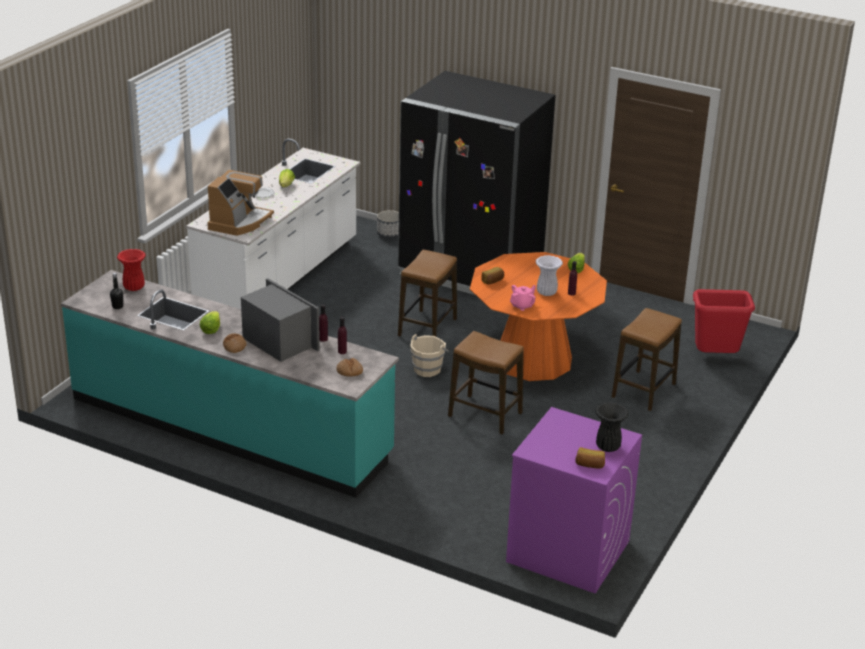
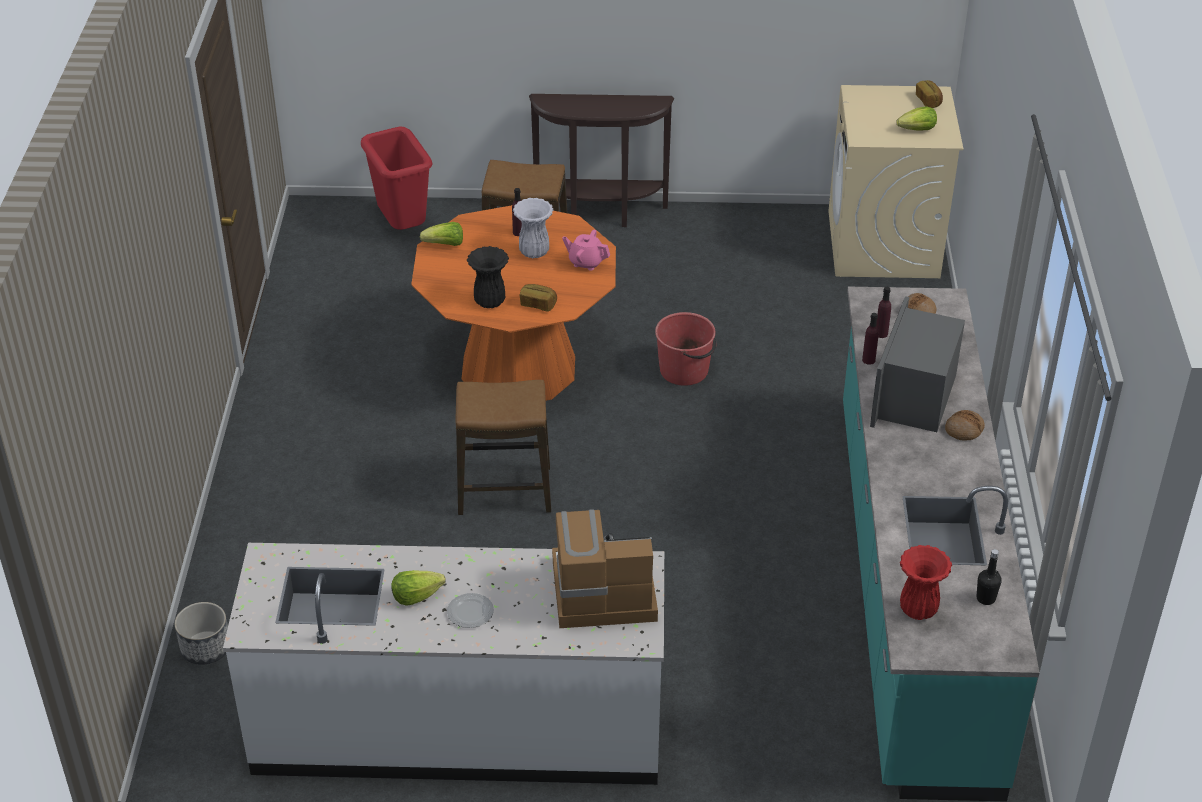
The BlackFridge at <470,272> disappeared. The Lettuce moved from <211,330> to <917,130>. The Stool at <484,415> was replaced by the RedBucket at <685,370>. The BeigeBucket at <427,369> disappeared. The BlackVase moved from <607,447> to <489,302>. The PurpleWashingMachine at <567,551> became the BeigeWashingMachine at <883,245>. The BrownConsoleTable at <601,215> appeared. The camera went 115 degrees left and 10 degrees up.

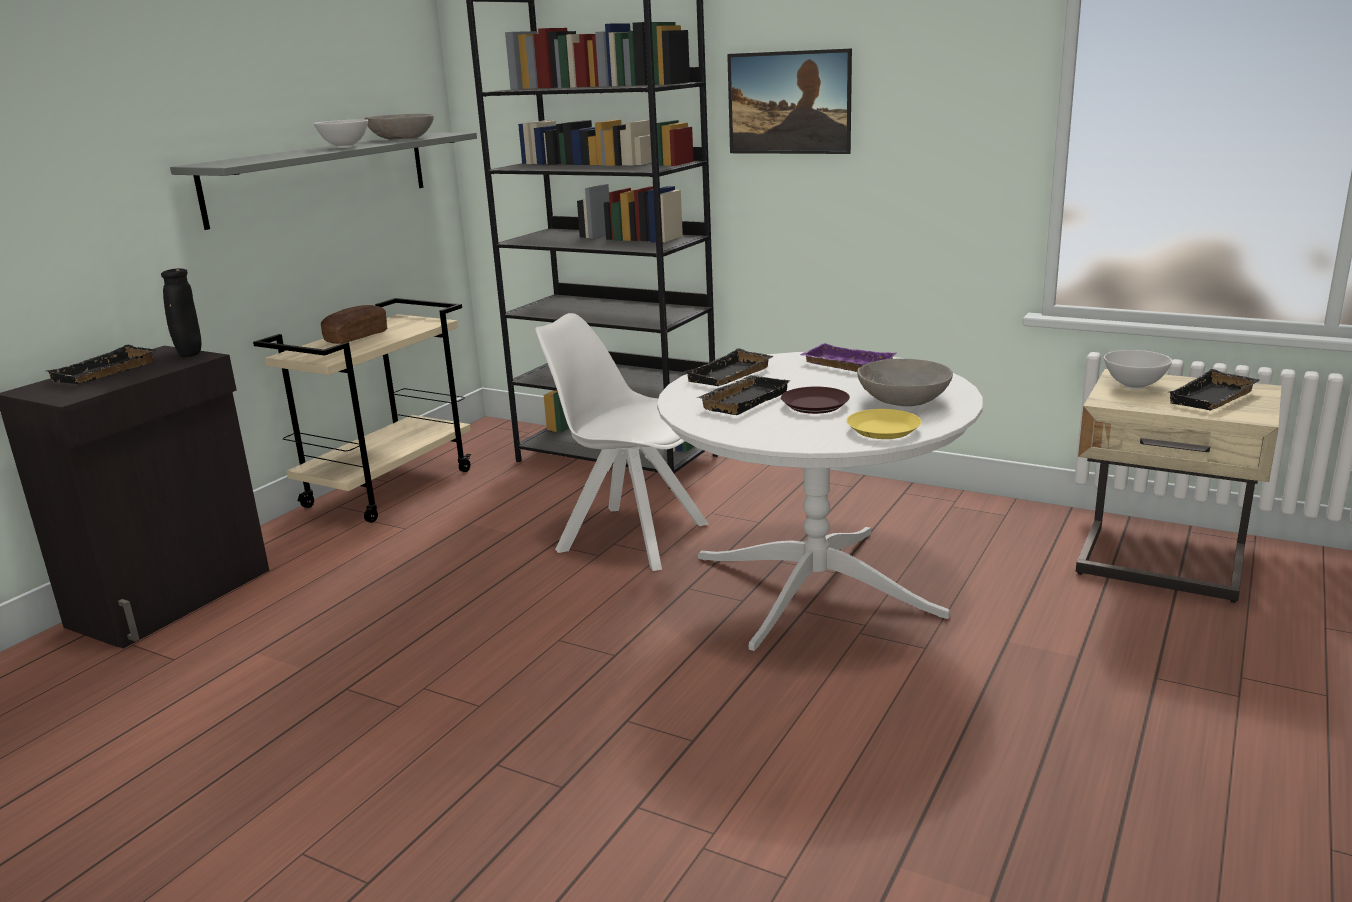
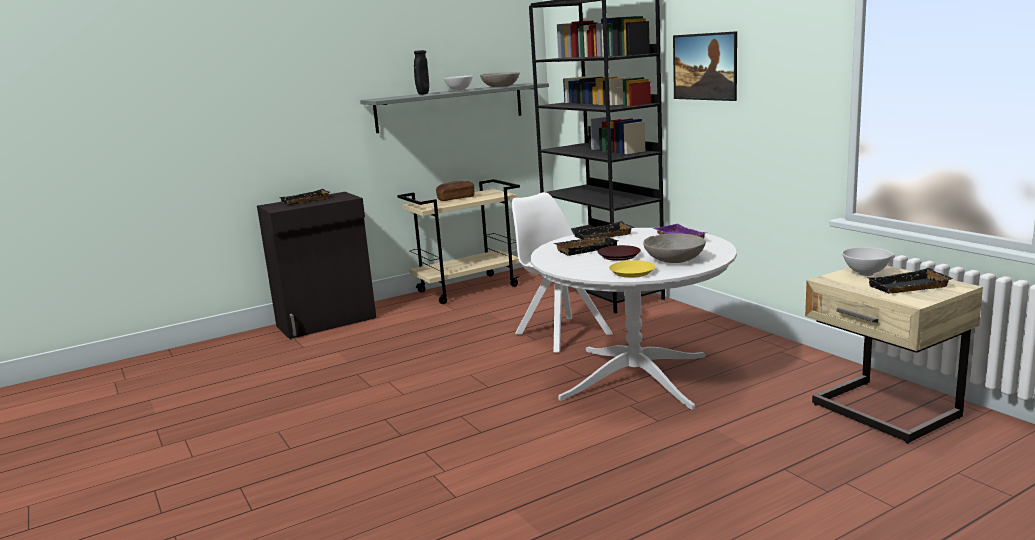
The BlackVase moved from <190,355> to <423,94>. The camera went 30 degrees right and 5 degrees down.

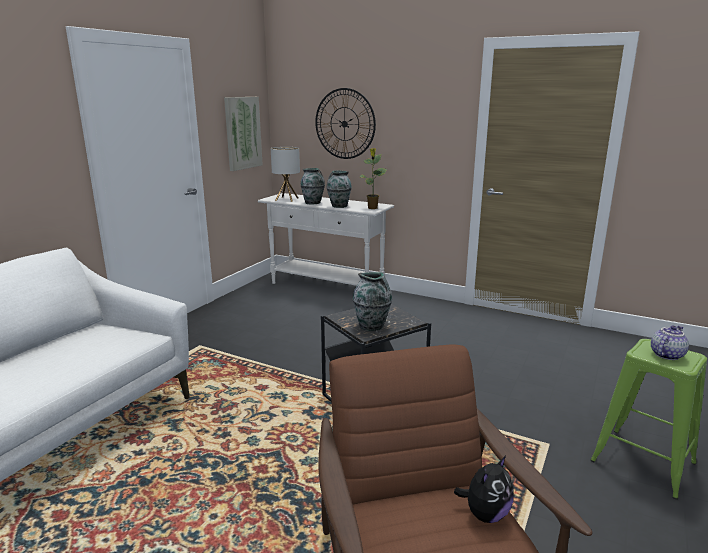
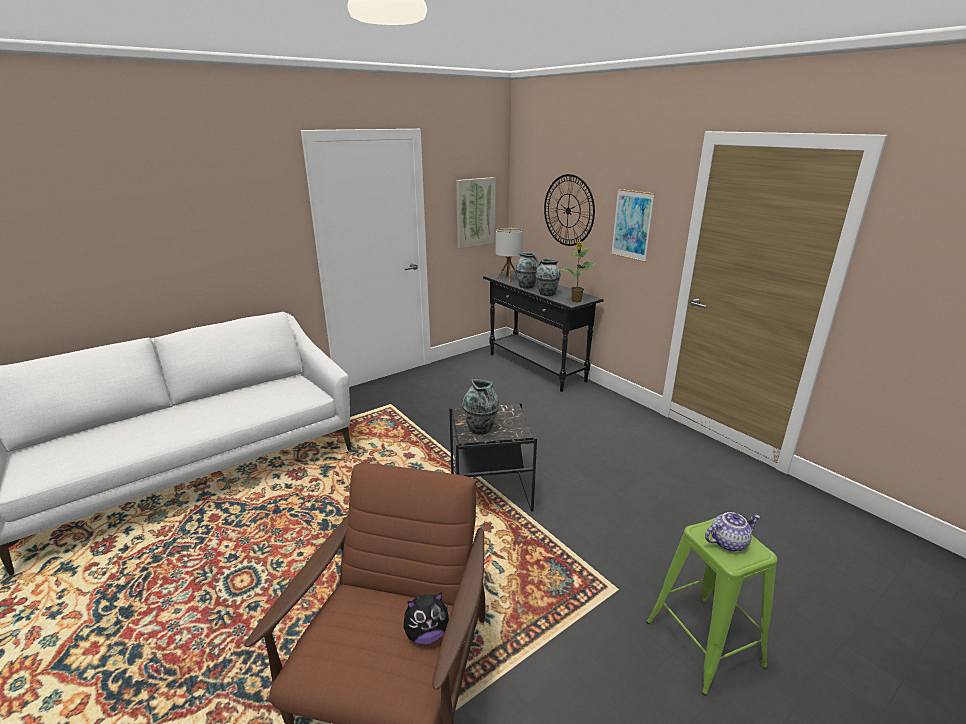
The WhiteConsoleTable at <326,287> became the BlackConsoleTable at <536,367>. The Picture at <632,225> appeared. The camera went 25 degrees right and 5 degrees up.

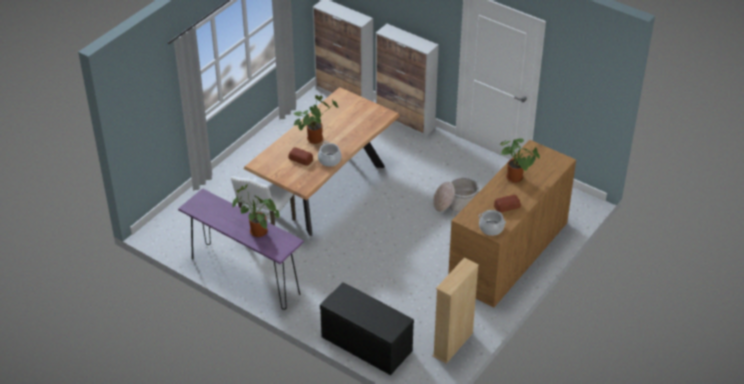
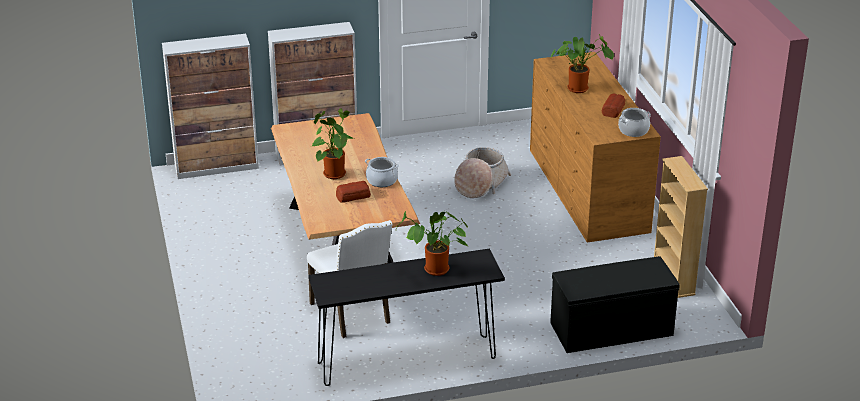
The PurpleConsoleTable at <245,276> became the BlackConsoleTable at <407,361>. The camera went 50 degrees left and 10 degrees down.

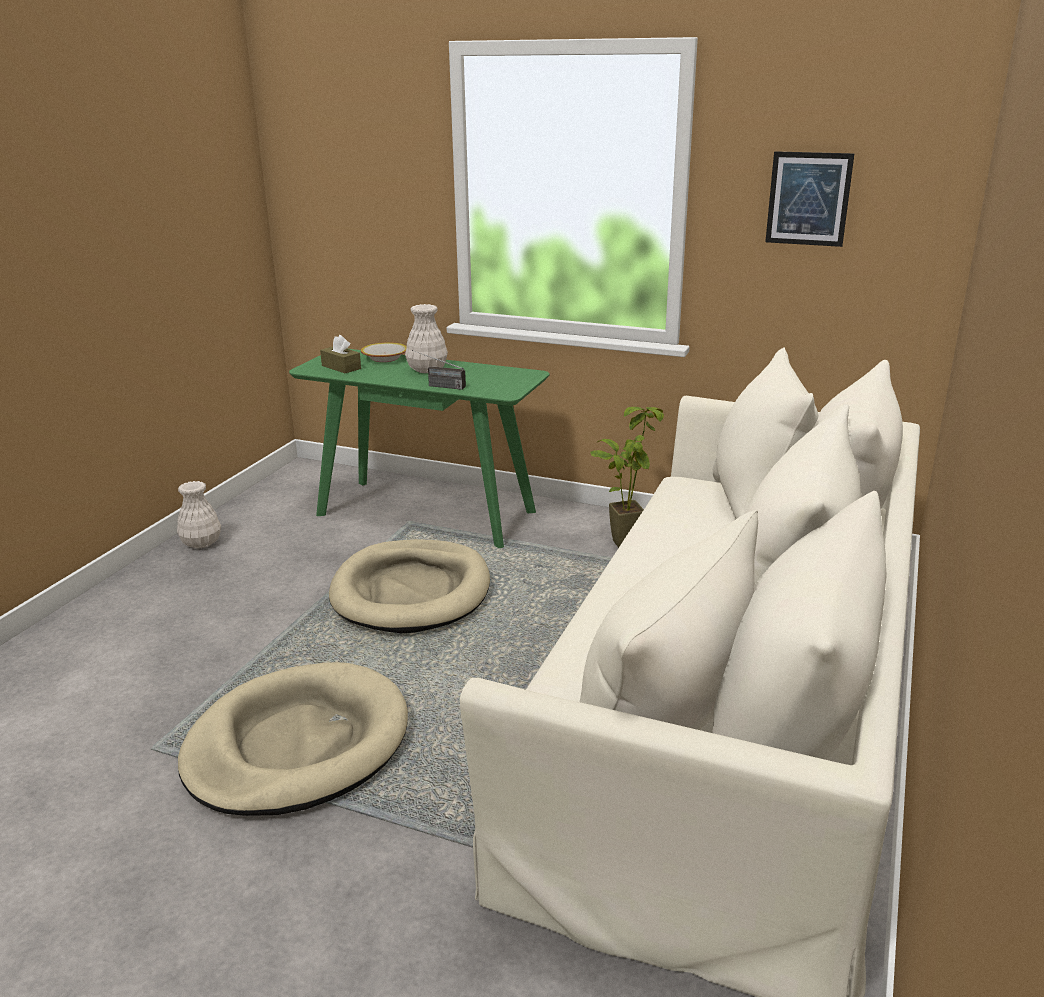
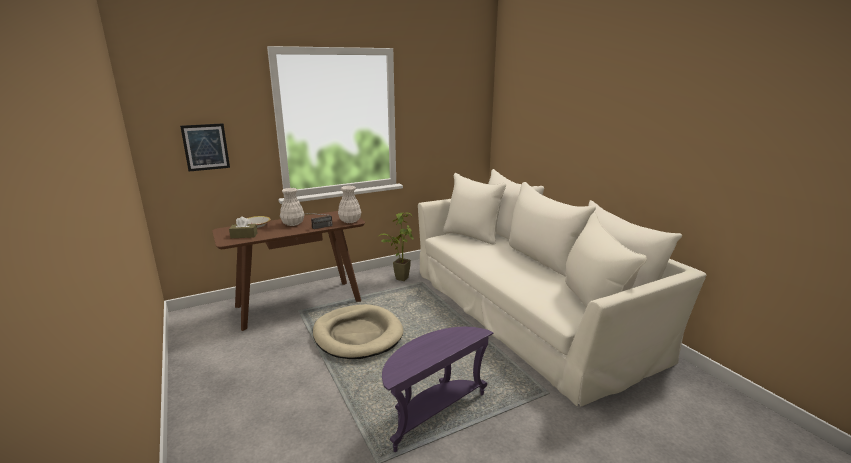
The Picture moved from <808,199> to <205,147>. The GreenConsoleTable at <427,513> became the BrownConsoleTable at <299,304>. The WhiteVase moved from <202,543> to <350,221>. The BeigeDogBed at <297,745> was replaced by the PurpleSideTable at <432,413>. The camera went 50 degrees left and 5 degrees down.

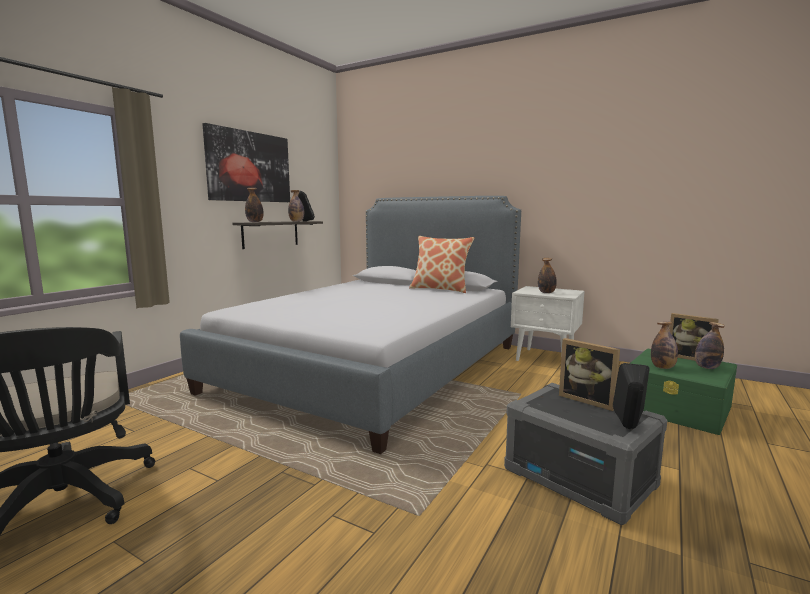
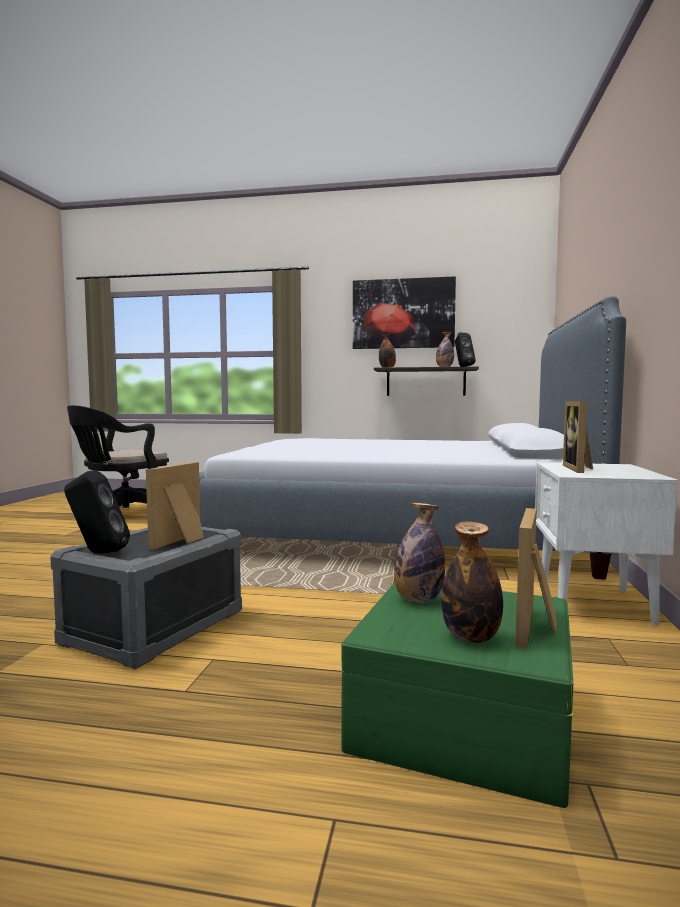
The Pillow at <440,289> disappeared. The Bottle at <546,292> was replaced by the PictureFrame at <580,469>. The camera went 70 degrees right and 5 degrees down.

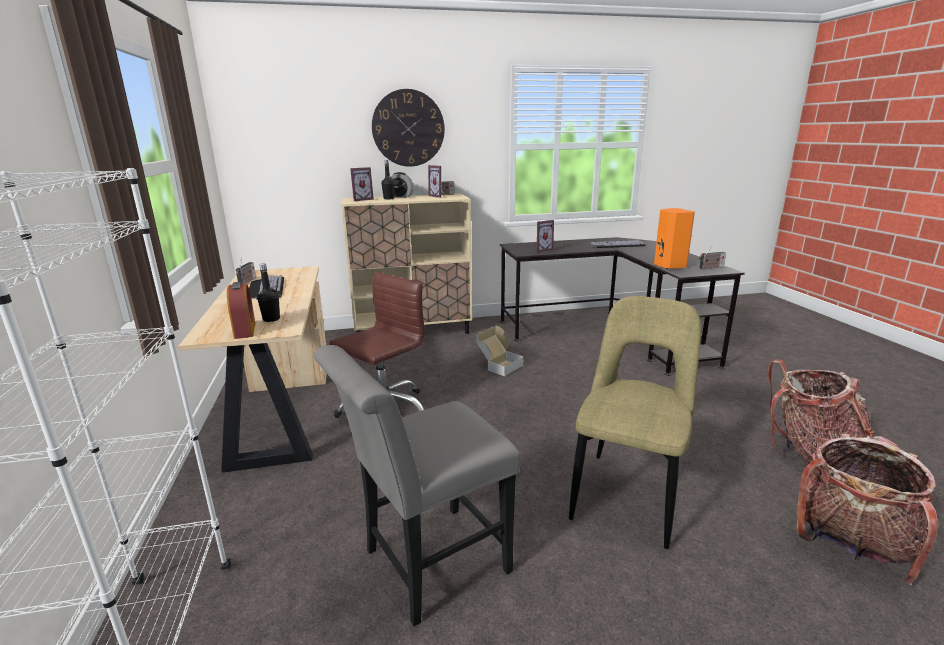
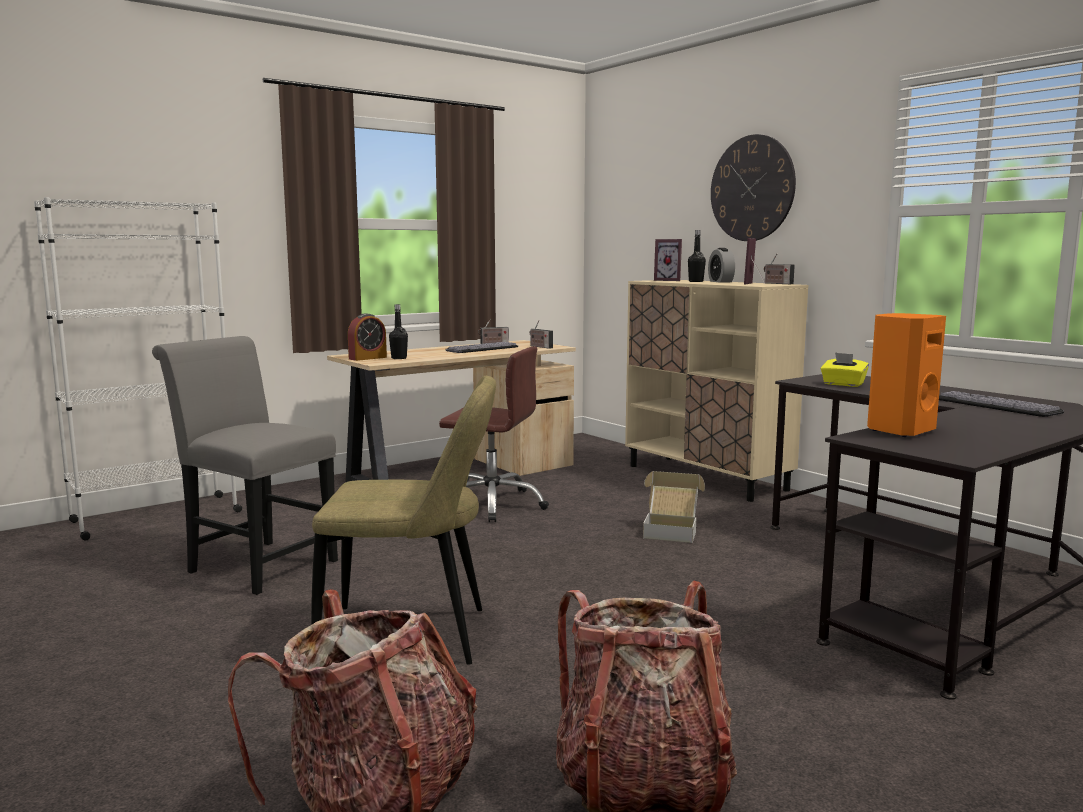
The PictureFrame at <541,250> was replaced by the YellowTissueBox at <843,384>. The Radio moved from <710,268> to <540,347>. The camera went 65 degrees right and 10 degrees down.

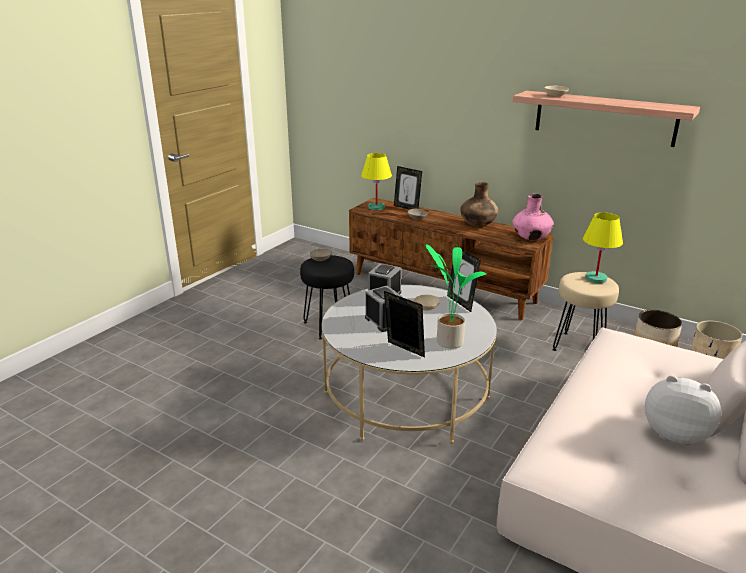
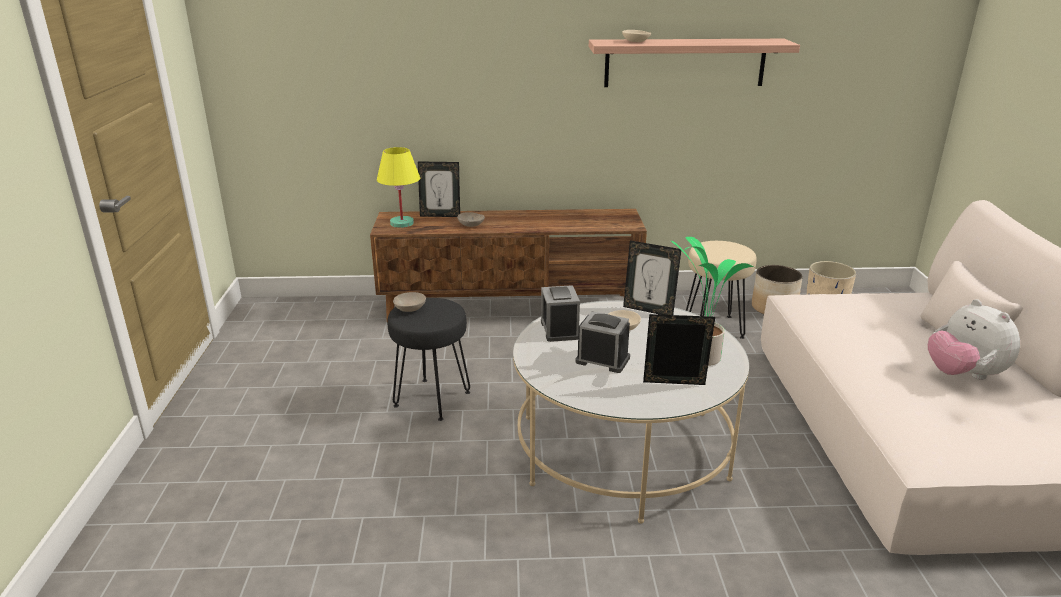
The BrownVase at <478,225> disappeared. The PinkVase at <531,238> disappeared. The YellowTableLamp at <596,278> disappeared. The PlushToy at <675,433> turned 105 degrees counterclockwise. The camera went 35 degrees left and 0 degrees up.

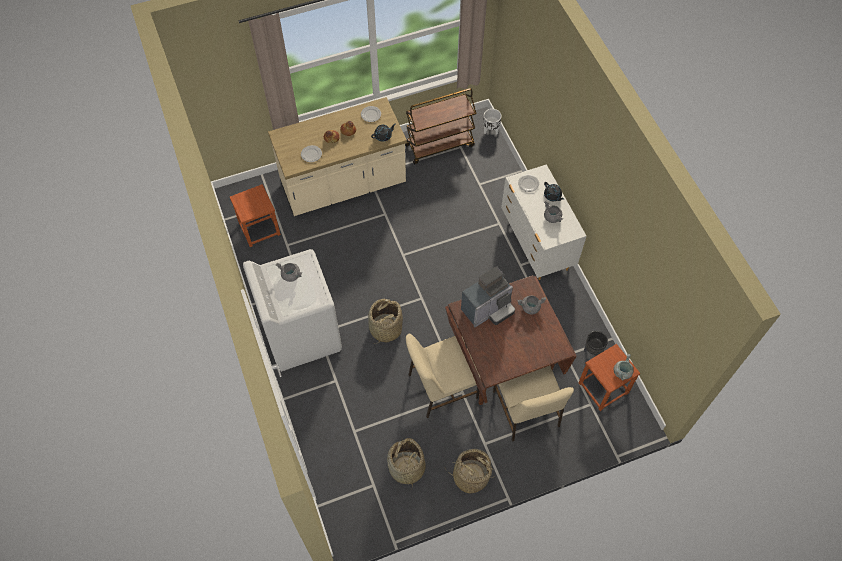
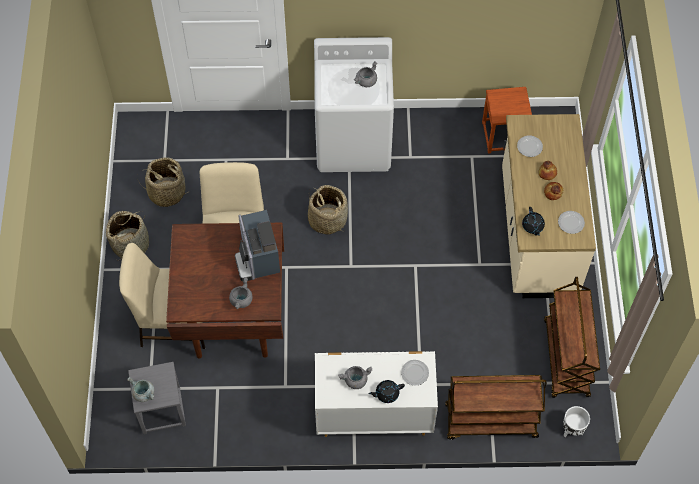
The BlackPlanter at <592,351> disappeared. The BrownStool at <603,388> became the GreyStool at <161,410>. The BrownCart at <490,422> appeared. The camera went 110 degrees right and 0 degrees up.

